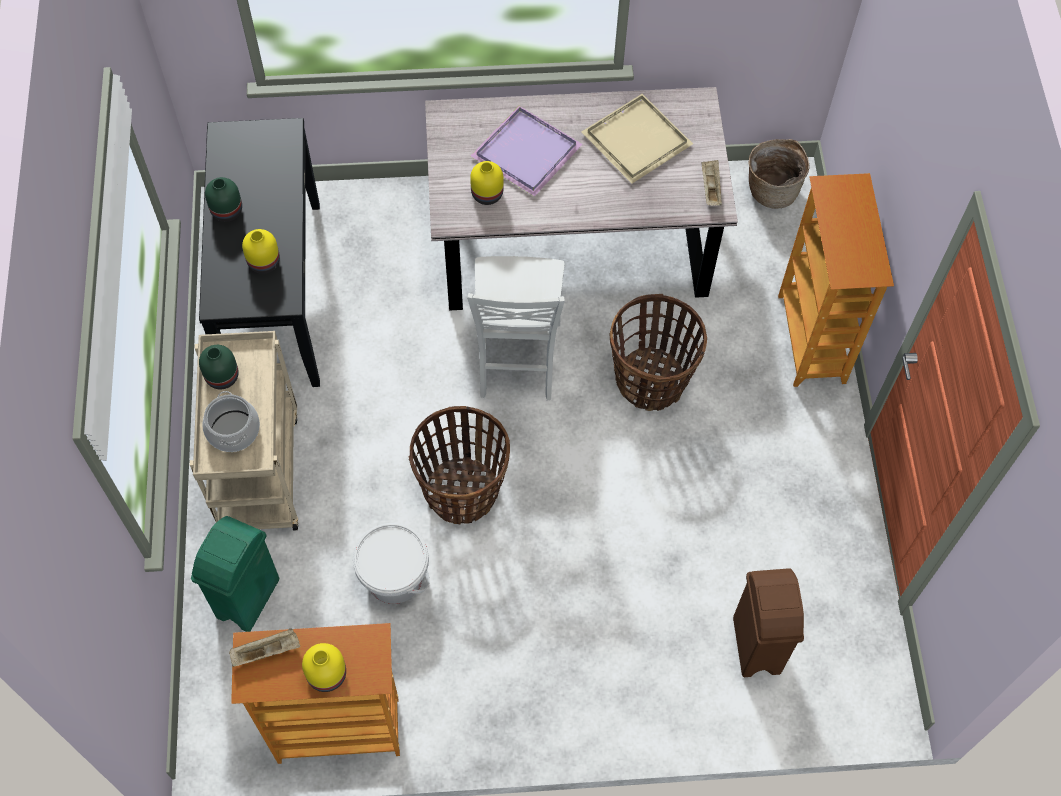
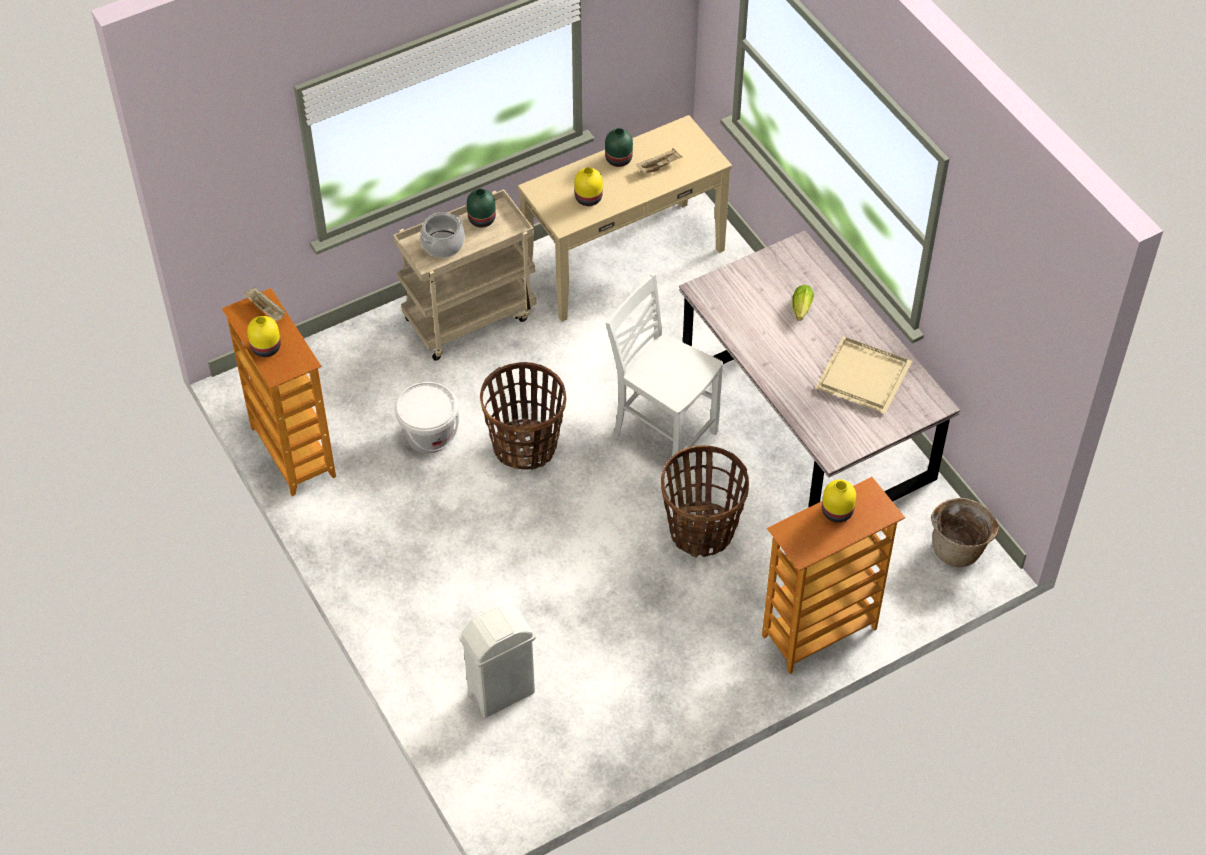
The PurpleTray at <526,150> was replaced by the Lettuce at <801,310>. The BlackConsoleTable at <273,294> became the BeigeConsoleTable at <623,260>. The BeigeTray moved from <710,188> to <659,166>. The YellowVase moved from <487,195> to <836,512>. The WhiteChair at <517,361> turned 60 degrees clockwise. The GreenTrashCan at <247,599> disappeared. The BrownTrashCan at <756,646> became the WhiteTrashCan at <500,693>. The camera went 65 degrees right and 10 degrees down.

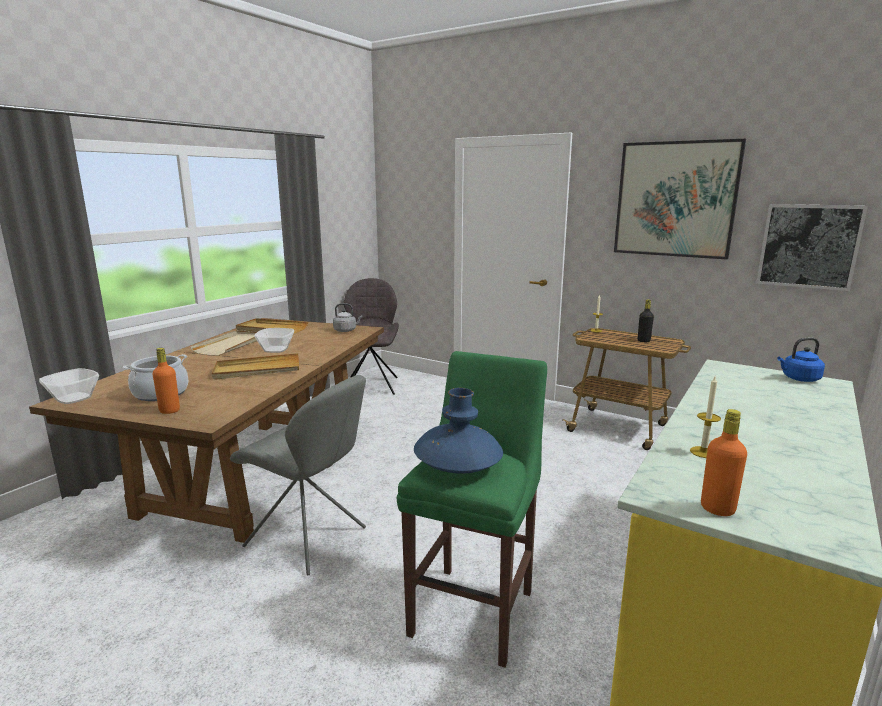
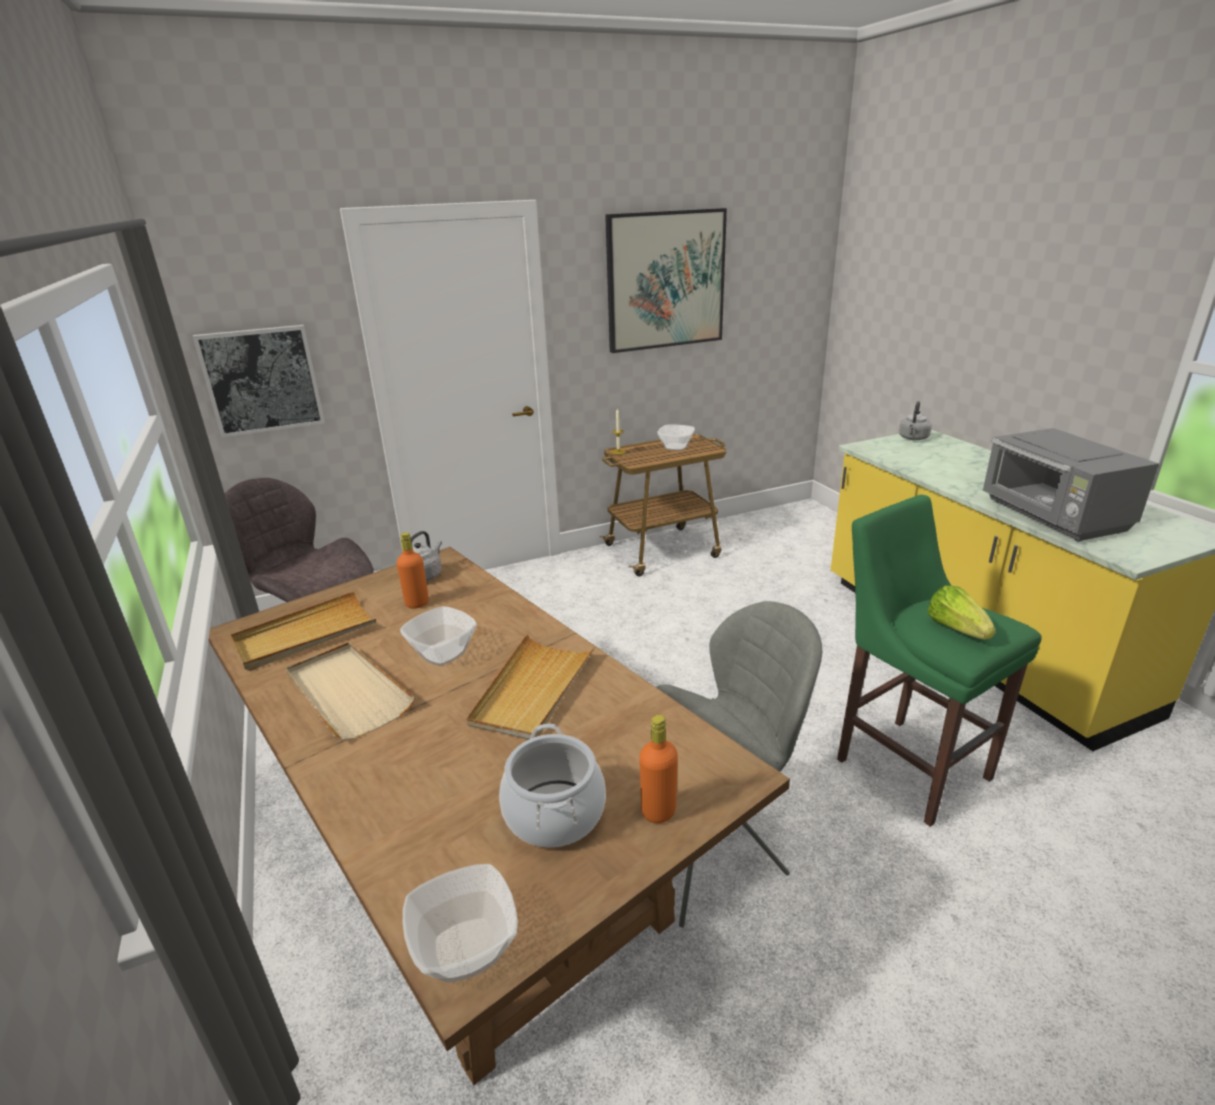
The Picture moved from <808,246> to <262,380>. The BlackBottle at <643,341> was replaced by the Bowl at <676,447>. The BlueKettle at <799,379> became the GreyKettle at <913,438>. The Candle at <703,452> was replaced by the GreyMicrowave at <1053,517>. The BlueVase at <458,465> was replaced by the Lettuce at <956,629>. The OrangeBottle moved from <717,509> to <417,603>. The camera went 55 degrees left and 10 degrees up.

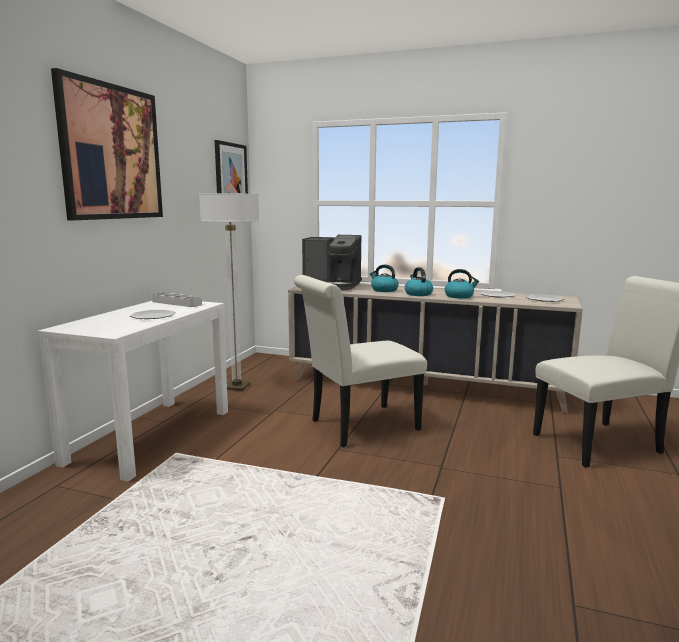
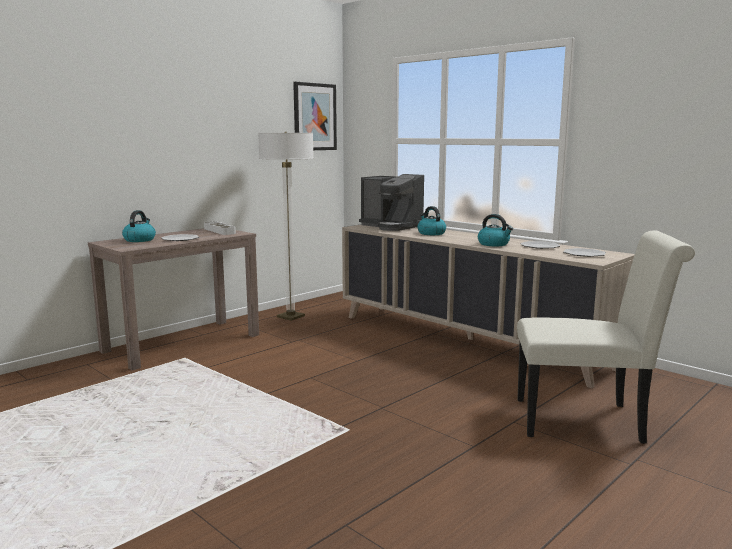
The Picture at <112,152> disappeared. The Kettle moved from <418,294> to <139,240>. The WhiteChair at <358,427> disappeared. The WhiteConsoleTable at <151,435> became the BrownConsoleTable at <183,343>. The camera went 25 degrees right and 0 degrees up.

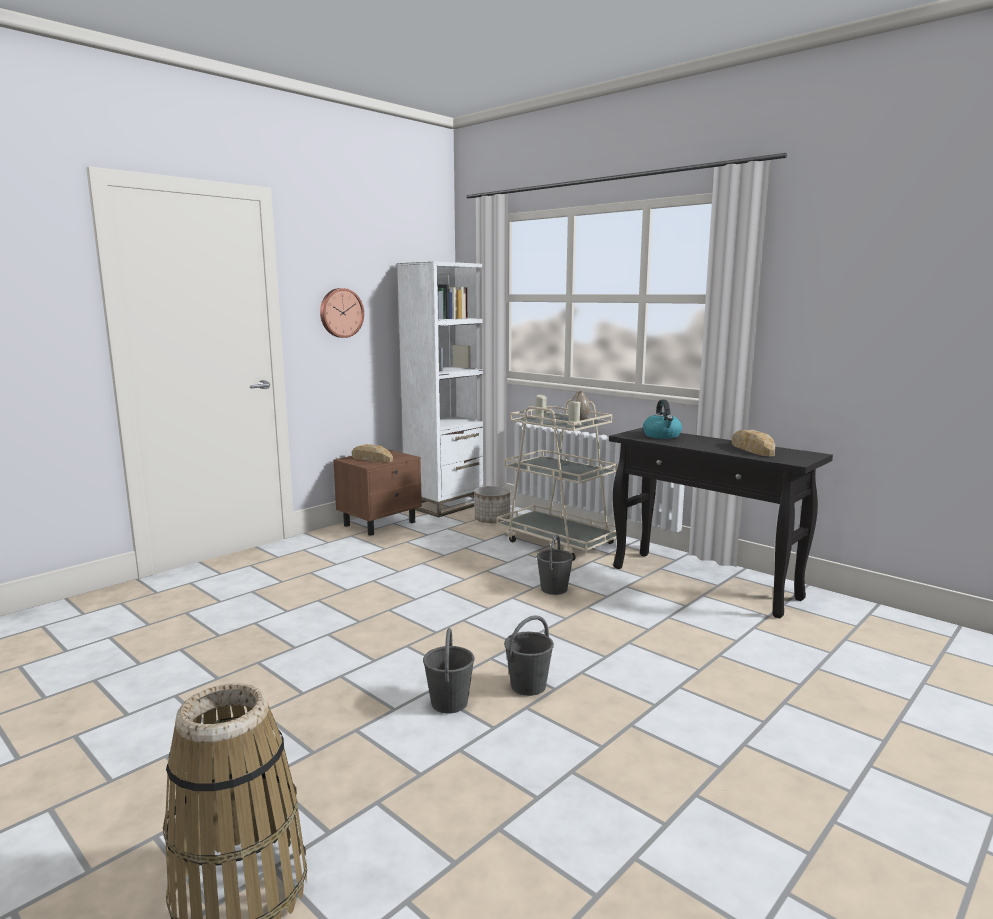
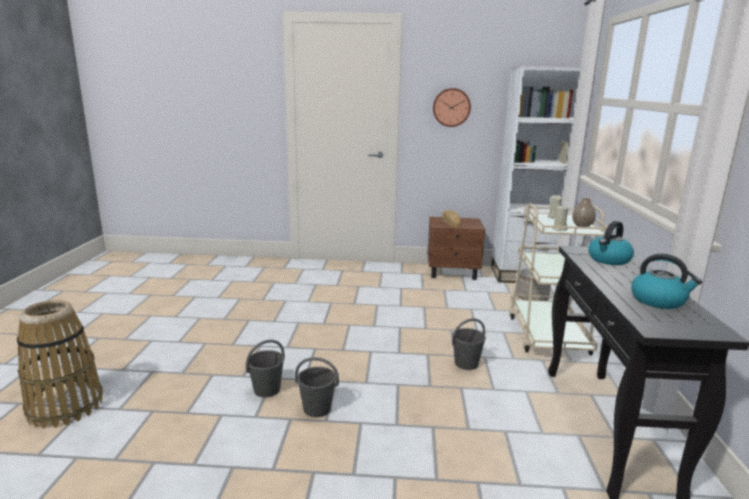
The Bread at <752,449> was replaced by the Kettle at <658,301>. The camera went 50 degrees right and 5 degrees up.

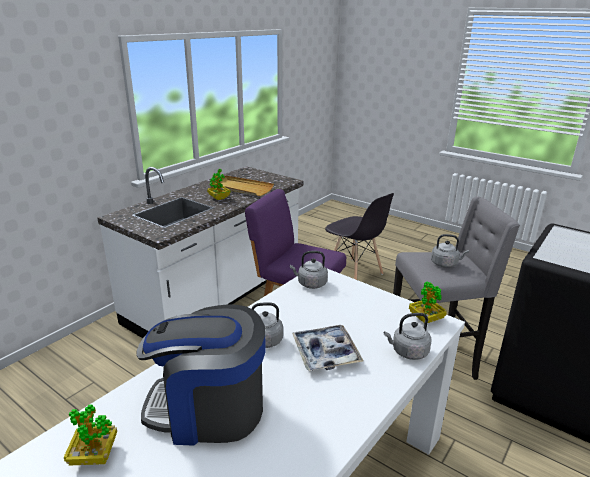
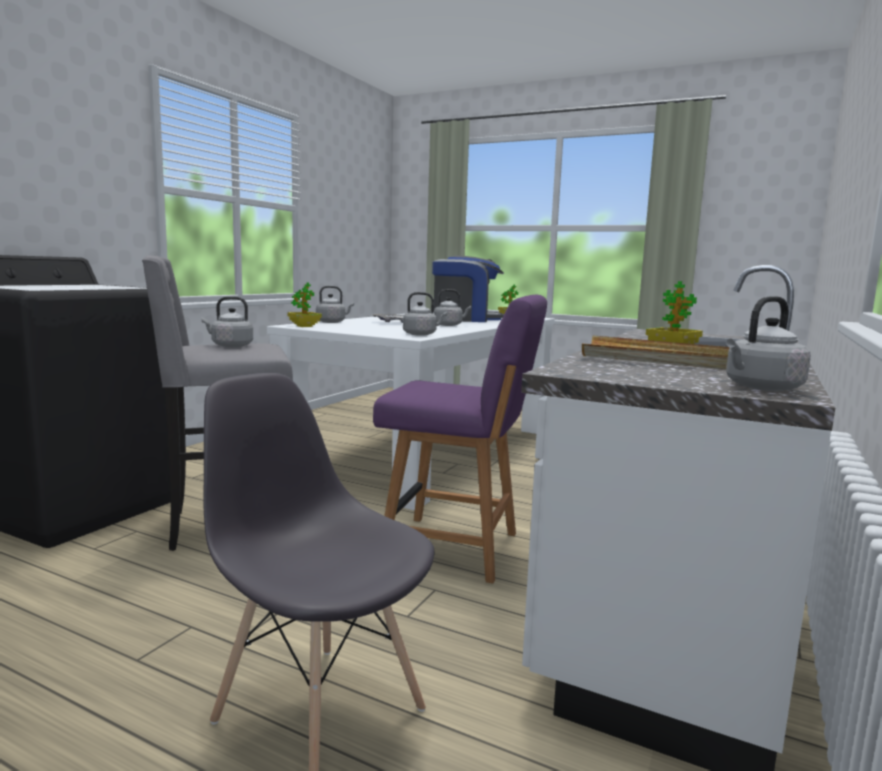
The GreyKettle at <761,388> appeared. The camera went 170 degrees right and 15 degrees down.

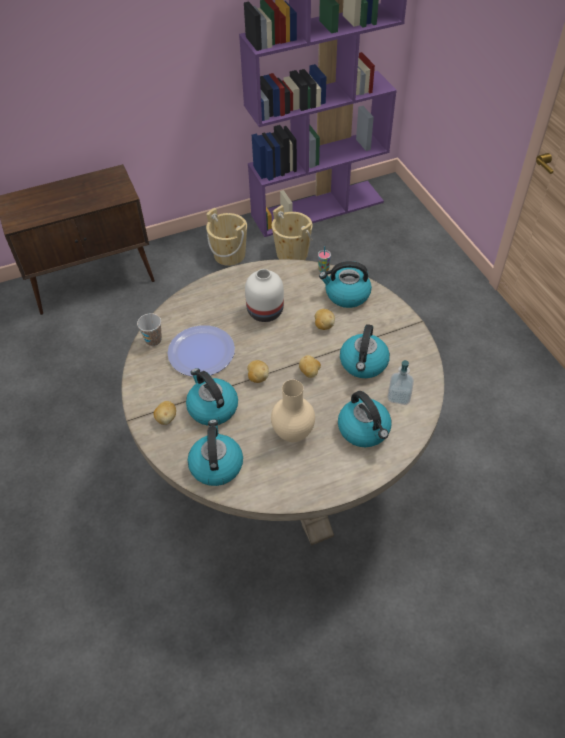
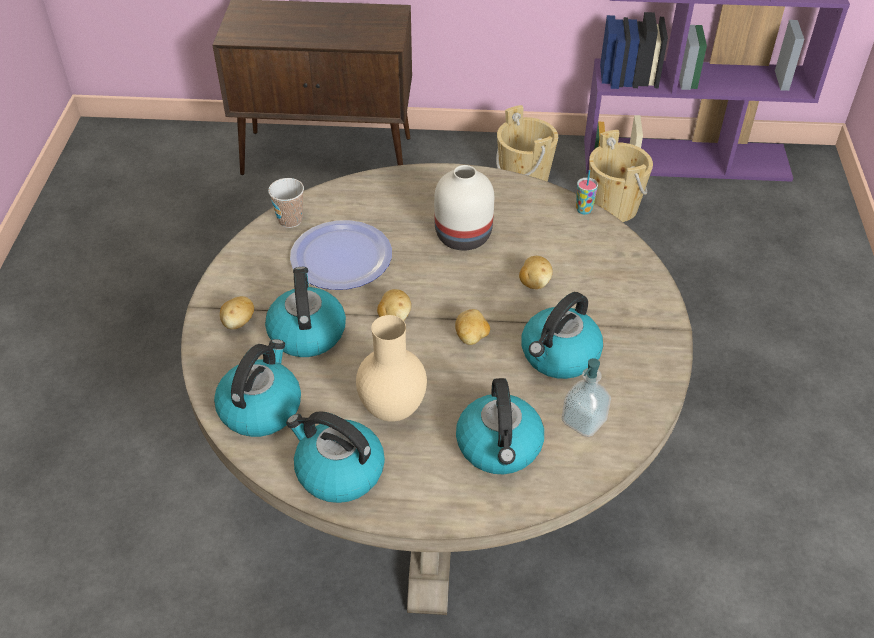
The Kettle moved from <346,295> to <338,471>. The camera went 25 degrees right and 5 degrees down.

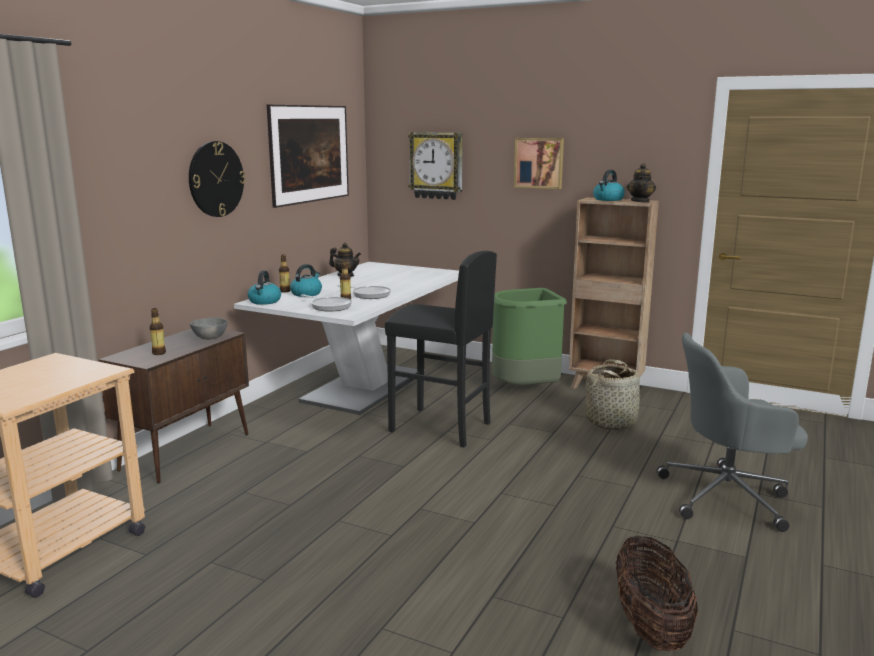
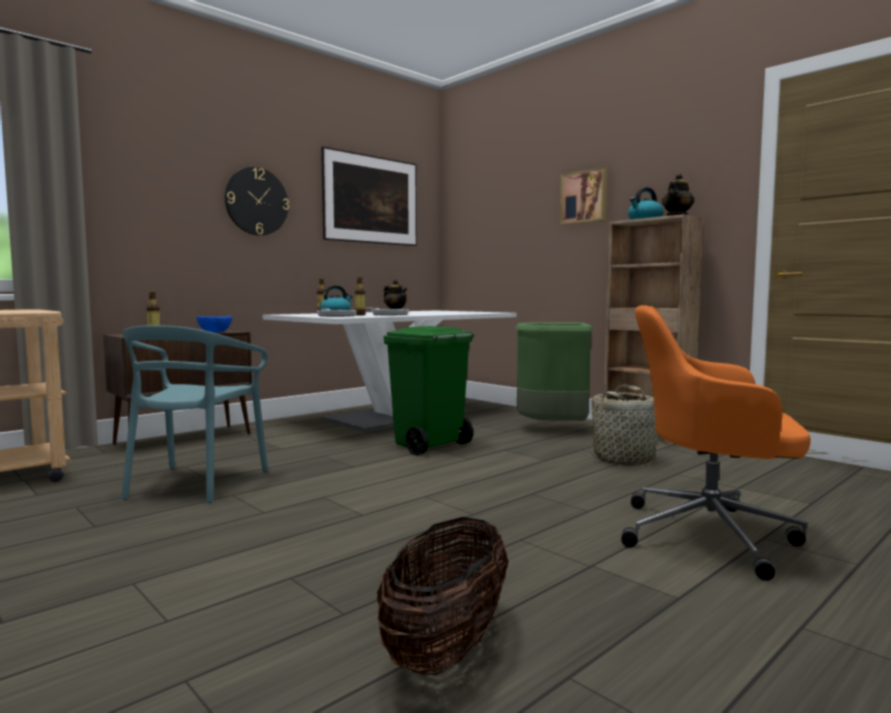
The WallClock at <436,165> disappeared. The BlackStool at <440,427> was replaced by the GreenTrashCan at <428,446>. The Kettle at <264,301> disappeared. The GreyBowl at <209,338> became the BlueBowl at <214,332>. The GreyOfficeChair at <728,497> became the OrangeOfficeChair at <712,535>. The TurquoiseChair at <196,483> appeared. The camera went 20 degrees right and 10 degrees down.

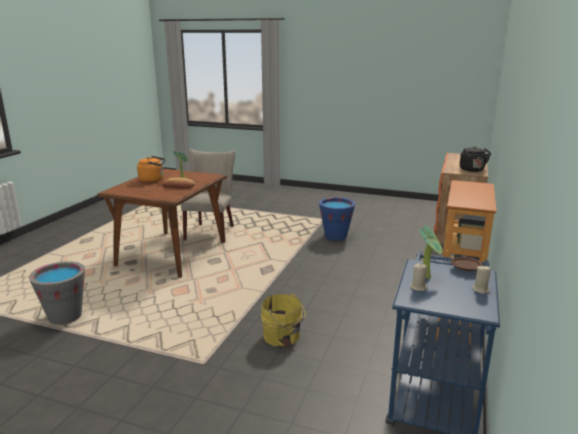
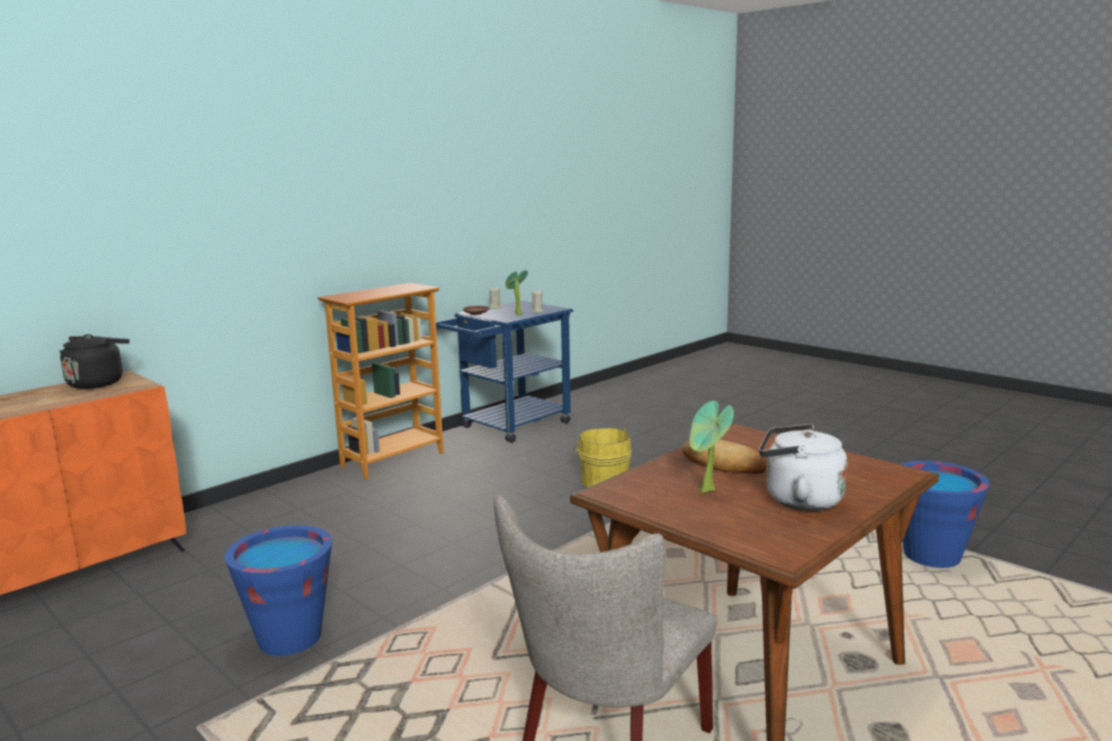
The OrangeKettle at <153,180> became the WhiteKettle at <798,500>. The GreyBucket at <65,317> became the BlueBucket at <931,556>. The camera went 155 degrees left and 5 degrees down.

